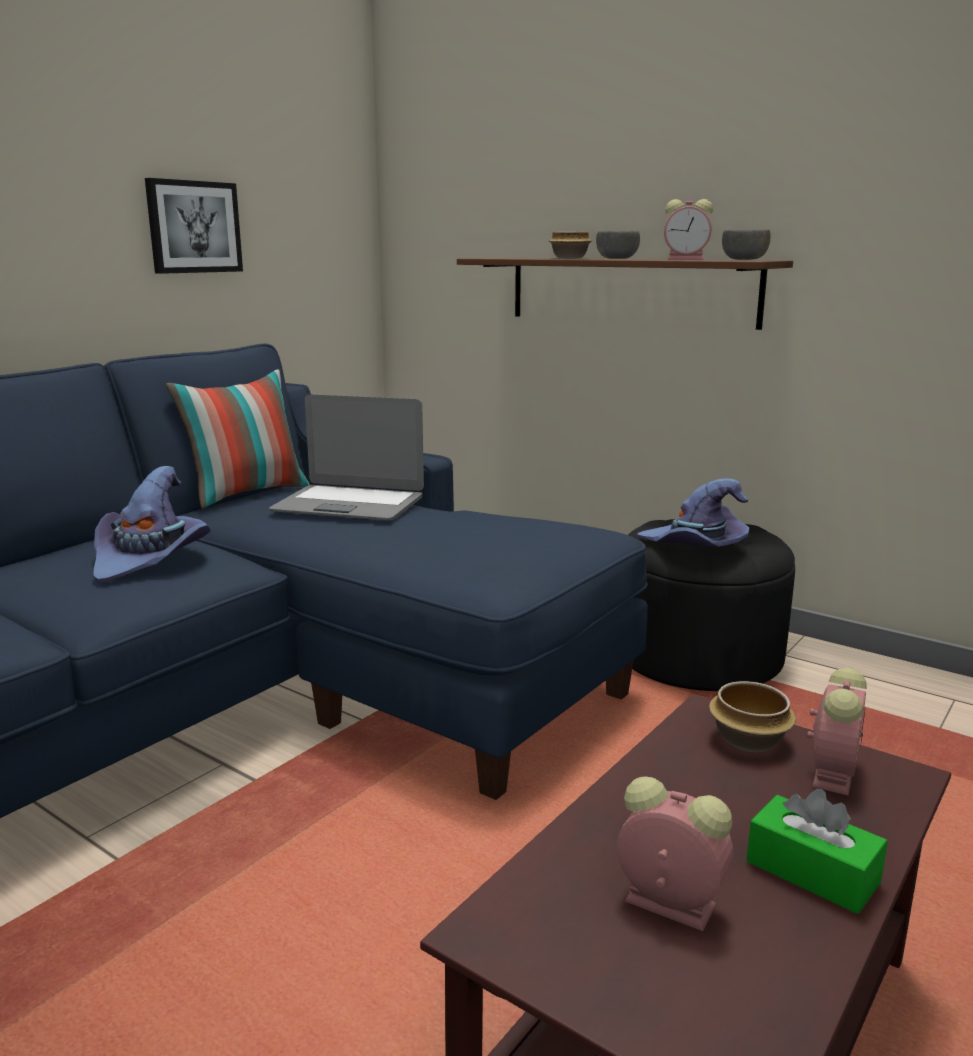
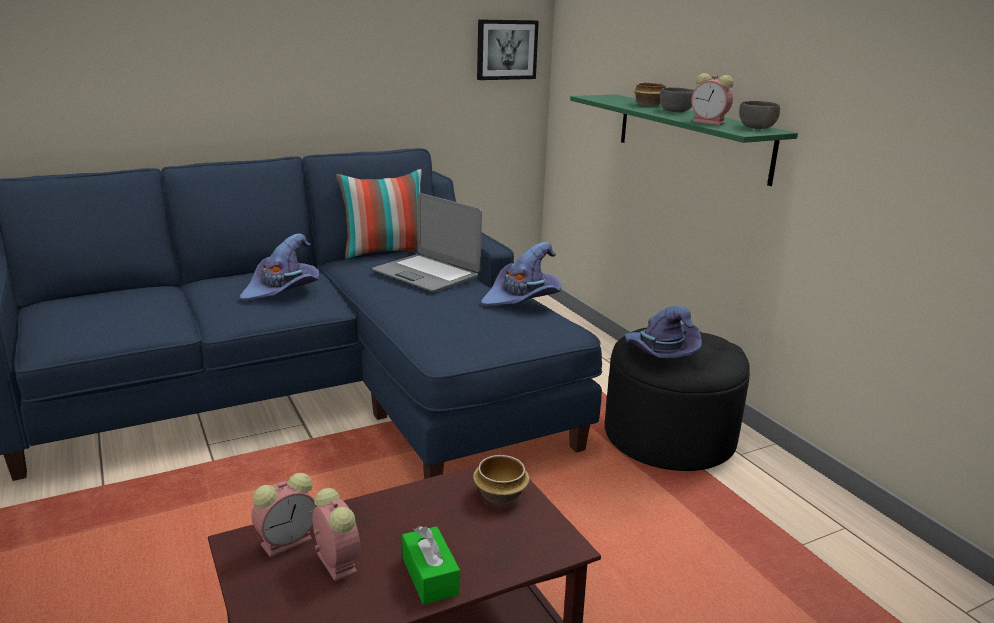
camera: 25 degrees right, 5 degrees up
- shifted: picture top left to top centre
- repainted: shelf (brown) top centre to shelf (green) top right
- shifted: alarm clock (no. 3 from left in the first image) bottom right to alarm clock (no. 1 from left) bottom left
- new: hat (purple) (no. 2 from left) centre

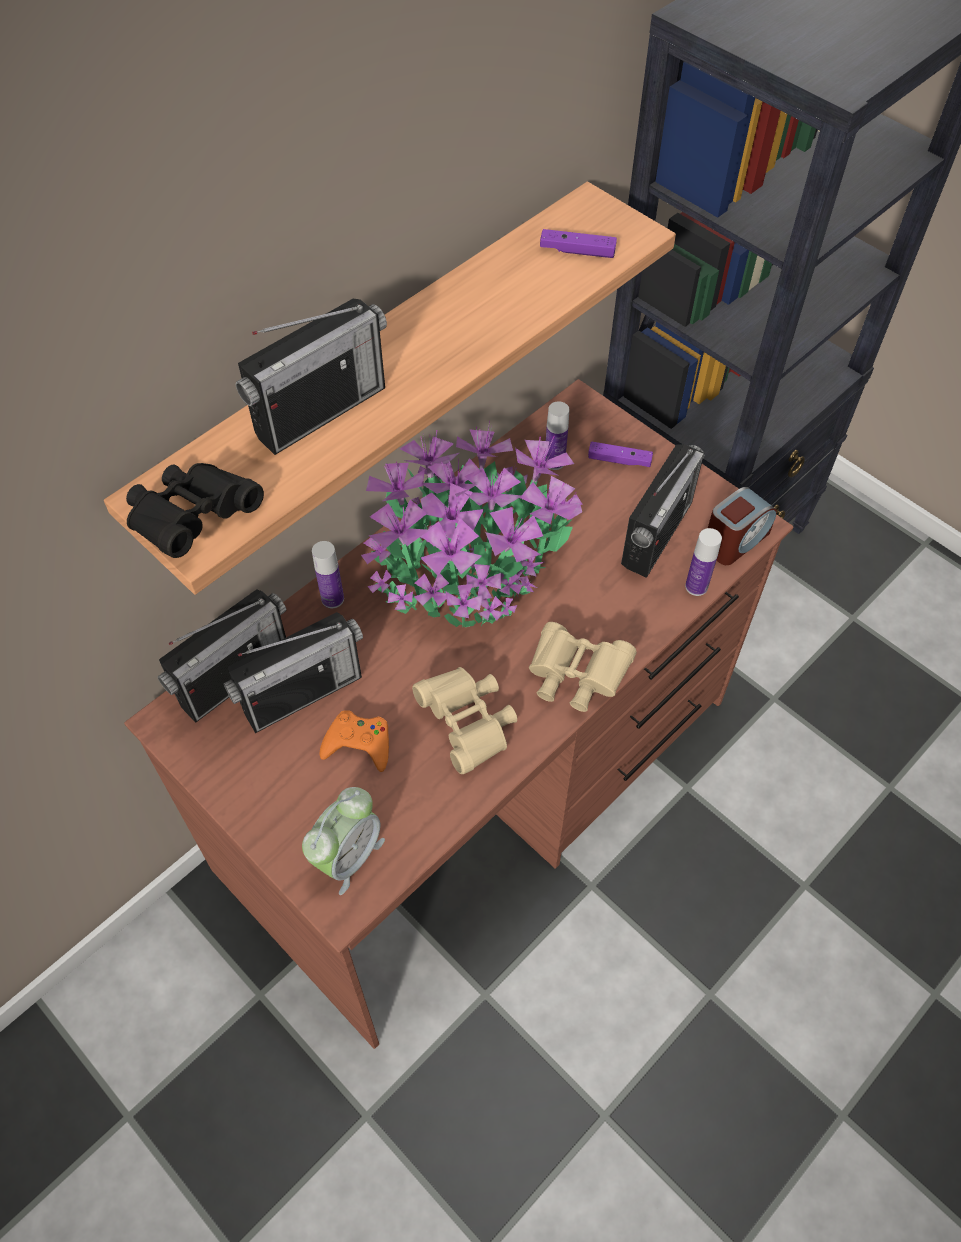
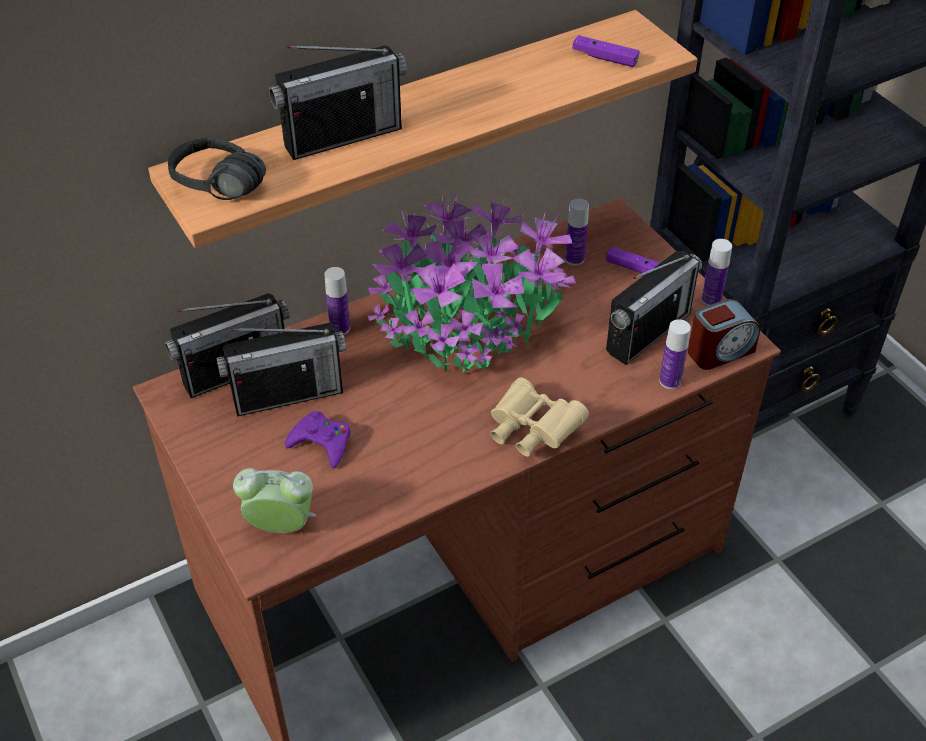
camera: 15 degrees right, 10 degrees down
- swapped: binoculars (black) middle left to headphones (black) top left
- gone: binoculars (beige) (no. 1 from left) centre
- repainted: game controller (orange) centre to game controller (purple) (no. 1 from left) centre
- rotated: alarm clock (no. 1 from left) bottom centre = bottom left 135 degrees counterclockwise
- new: bottle (no. 4 from left) middle right

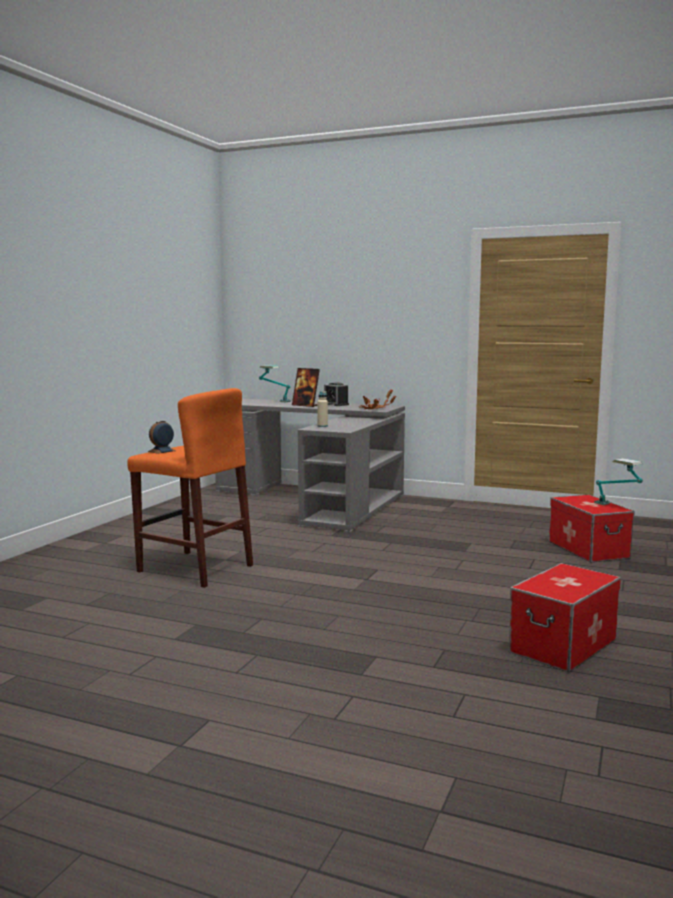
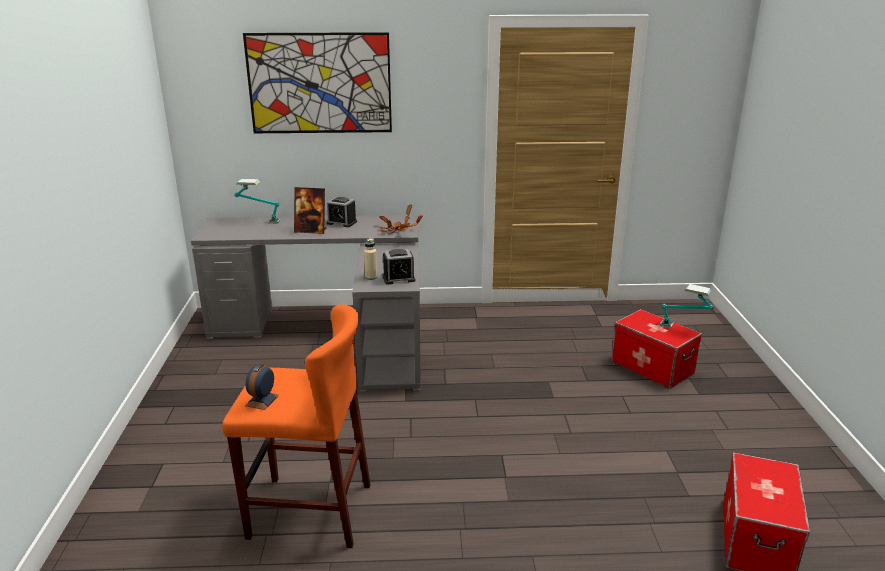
camera: 25 degrees left, 15 degrees up
- new: picture top centre
- new: alarm clock (no. 3 from left) centre

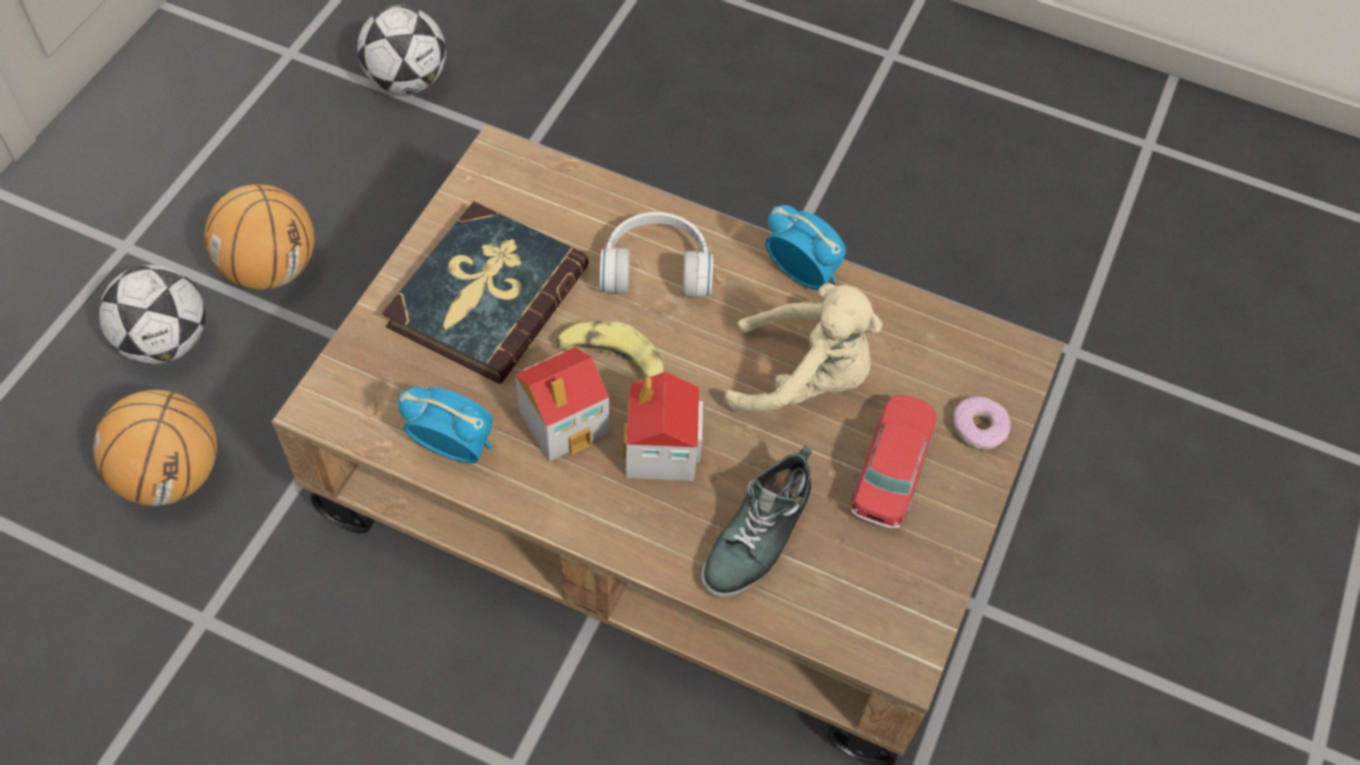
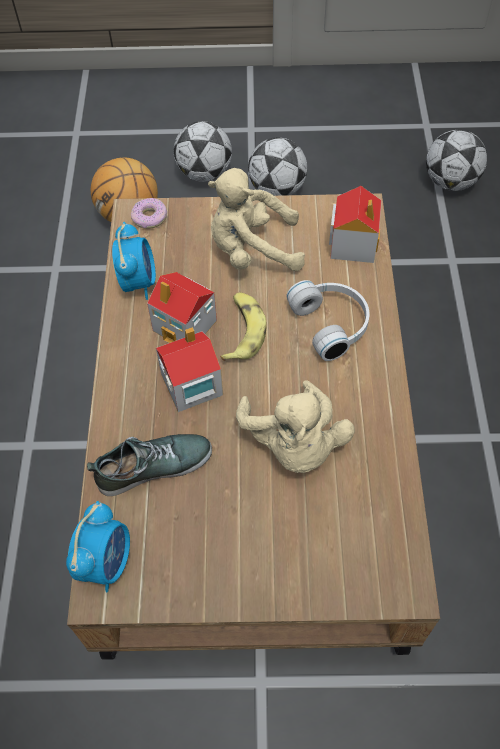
camera: 70 degrees right, 0 degrees up
- swapped: basketball (no. 2 from left) top left to football (no. 2 from left) top centre
- swapped: book centre to plush toy (beige) (no. 1 from left) top centre
- shifted: alarm clock (no. 2 from left in the first image) top centre to alarm clock (no. 1 from left) bottom left
- gone: toy car centre
- shifted: donut middle right to top left
- rotated: shoe bottom centre = middle left 150 degrees clockwise
- new: toy house (no. 3 from left) top right

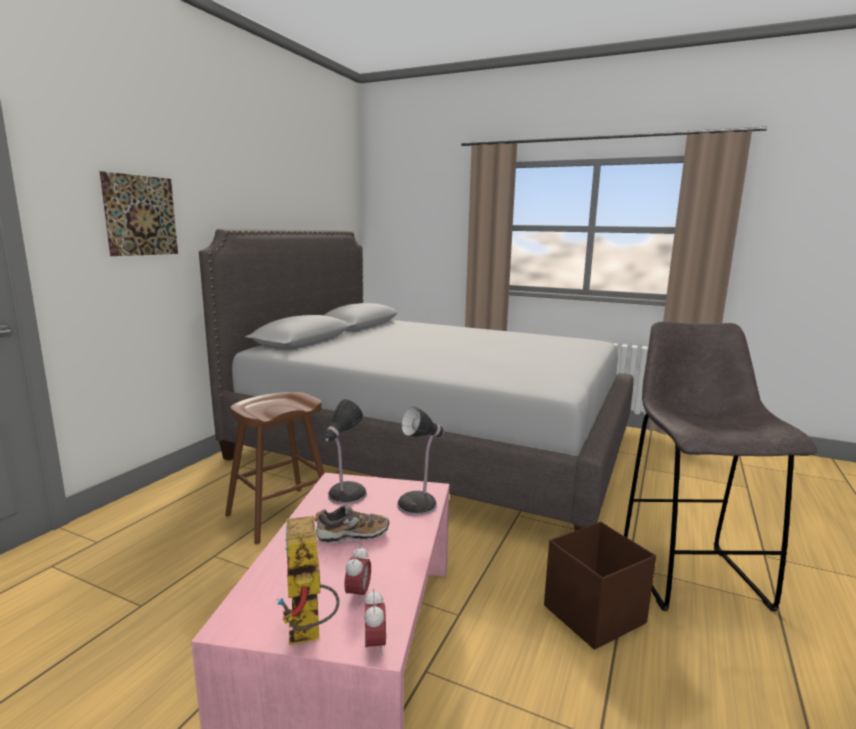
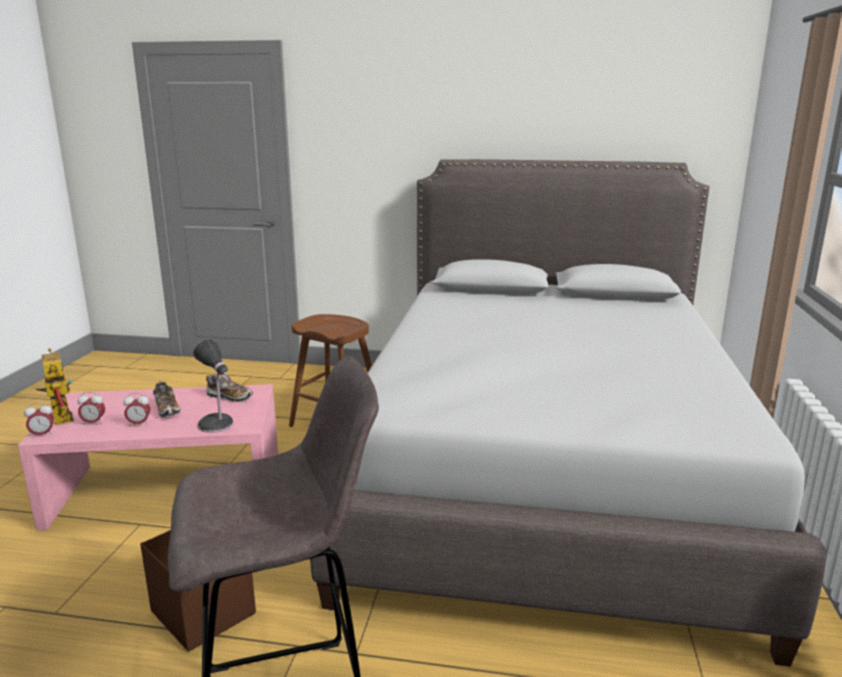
camera: 75 degrees right, 5 degrees up
- gone: picture top left
- swapped: table lamp (no. 1 from left) centre to shoe (no. 2 from left) middle left
- rotated: toy robot bottom centre = middle left 90 degrees clockwise
- new: alarm clock (no. 3 from left) middle left

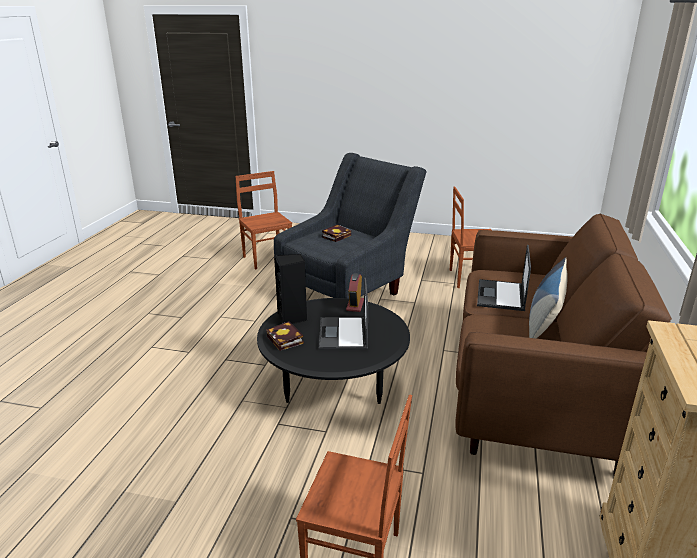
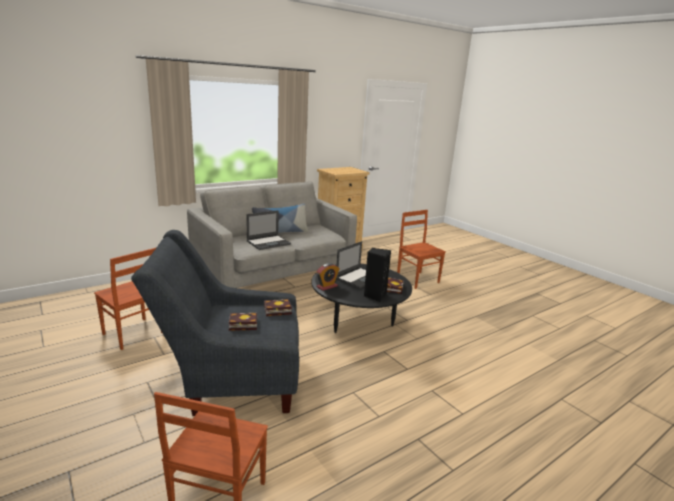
camera: 140 degrees left, 5 degrees down
- repainted: sofa (brown) middle right to sofa (grey) centre
- new: book (no. 2 from left) centre

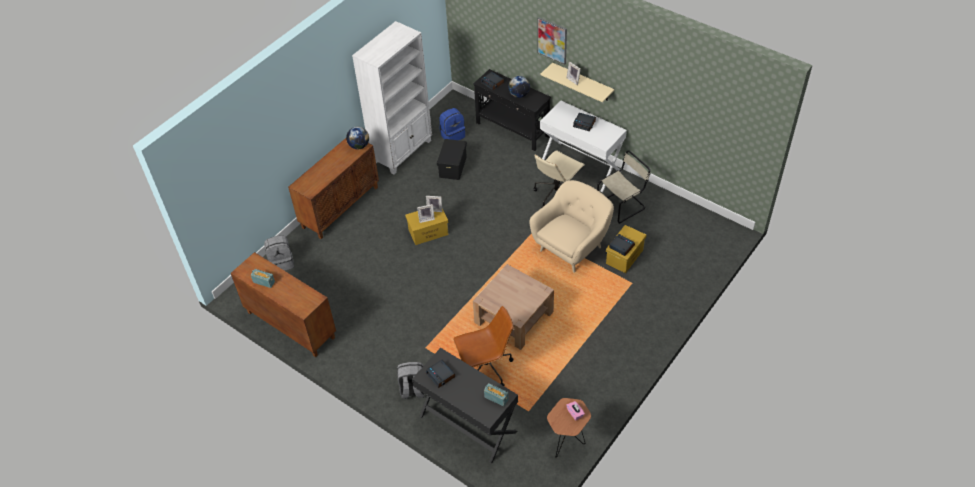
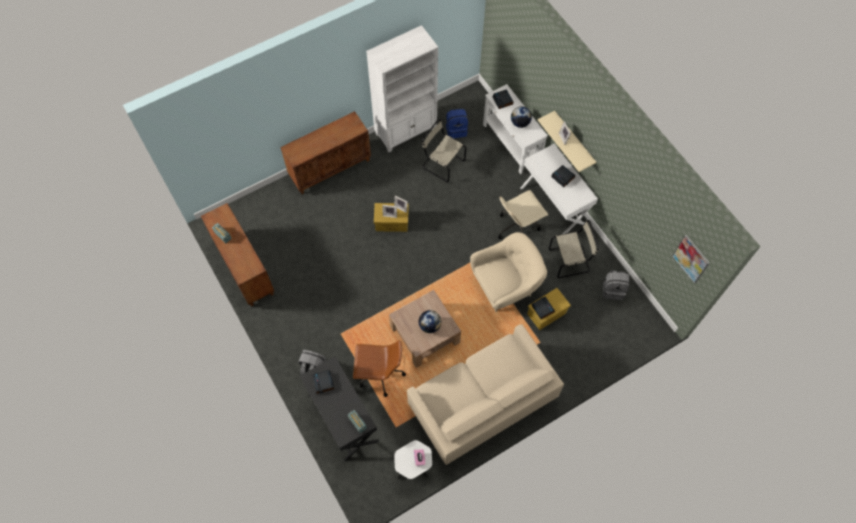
camera: 20 degrees right, 15 degrees up
- shifted: picture top centre to middle right
- repainted: console table (black) top centre to console table (white) top centre
- shifted: globe (no. 1 from left) top centre to centre
- swapped: storage box (black) top centre to chair (beige) (no. 1 from left) top centre
- shifted: backpack (grey) (no. 1 from left in the first image) middle left to backpack (grey) (no. 2 from left) middle right
- repainted: side table (brown) bottom centre to side table (white) bottom centre
- new: sofa (beige) bottom centre

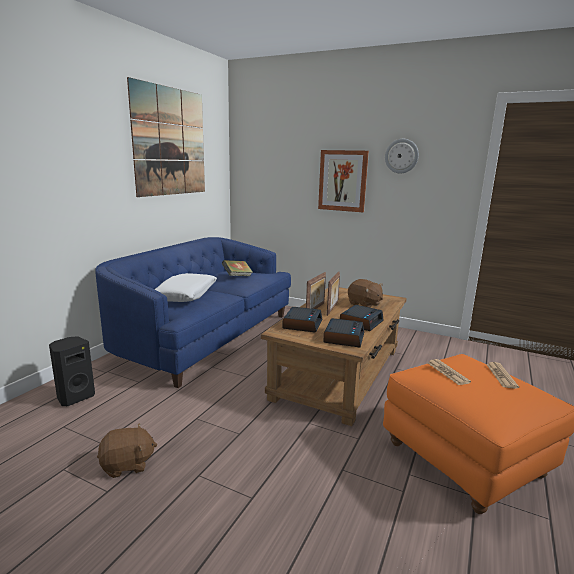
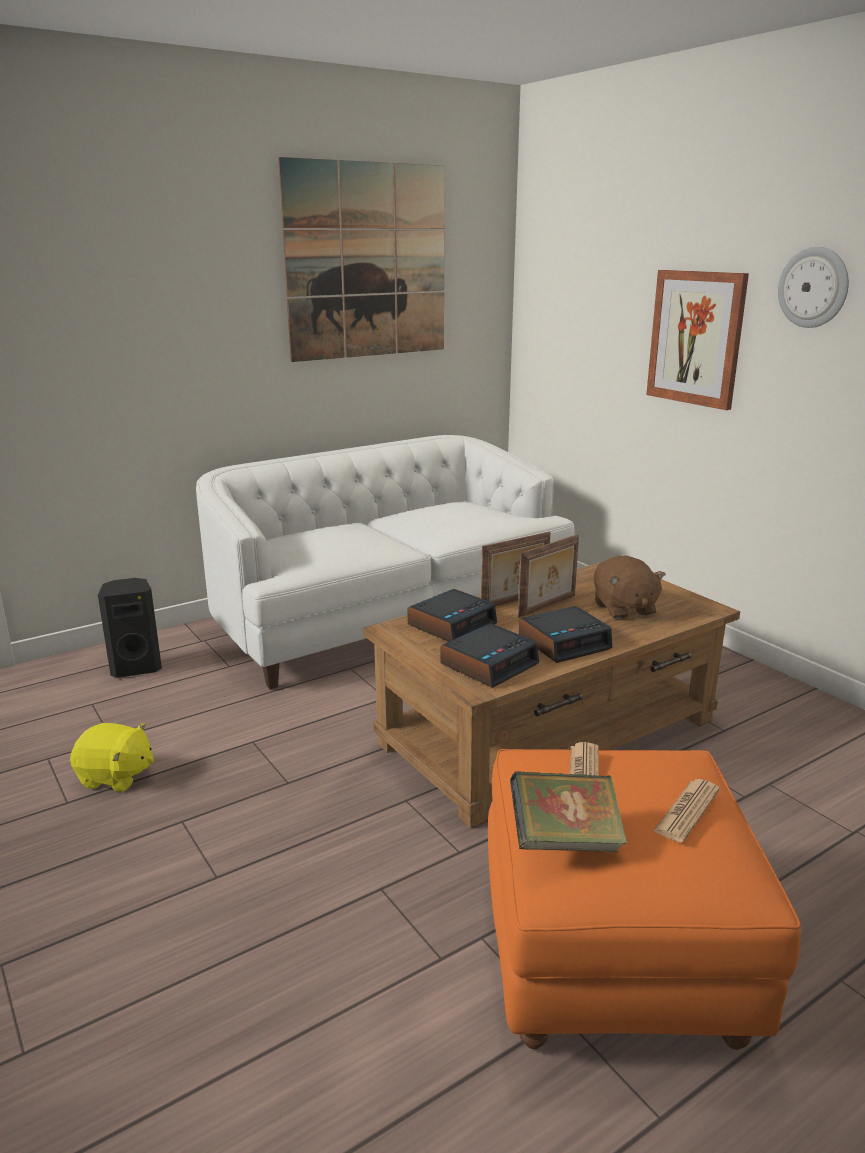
camera: 30 degrees right, 5 degrees up
- repainted: sofa (blue) centre to sofa (white) centre
- shifted: book centre to bottom centre
- gone: pillow (white) middle left
- repainted: plush toy (brown) (no. 1 from left) bottom left to plush toy (yellow) middle left

